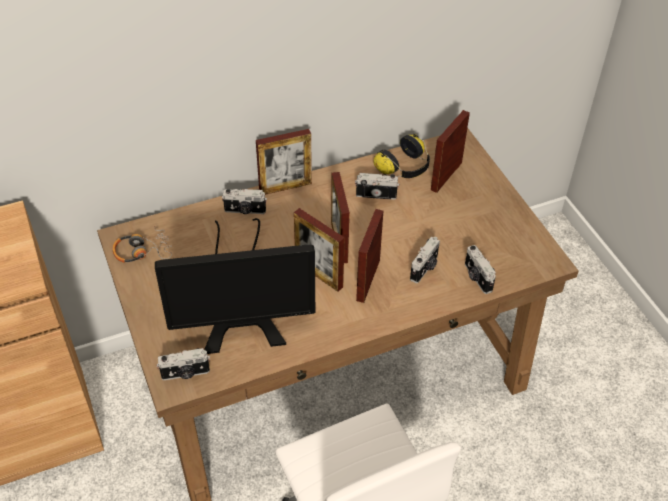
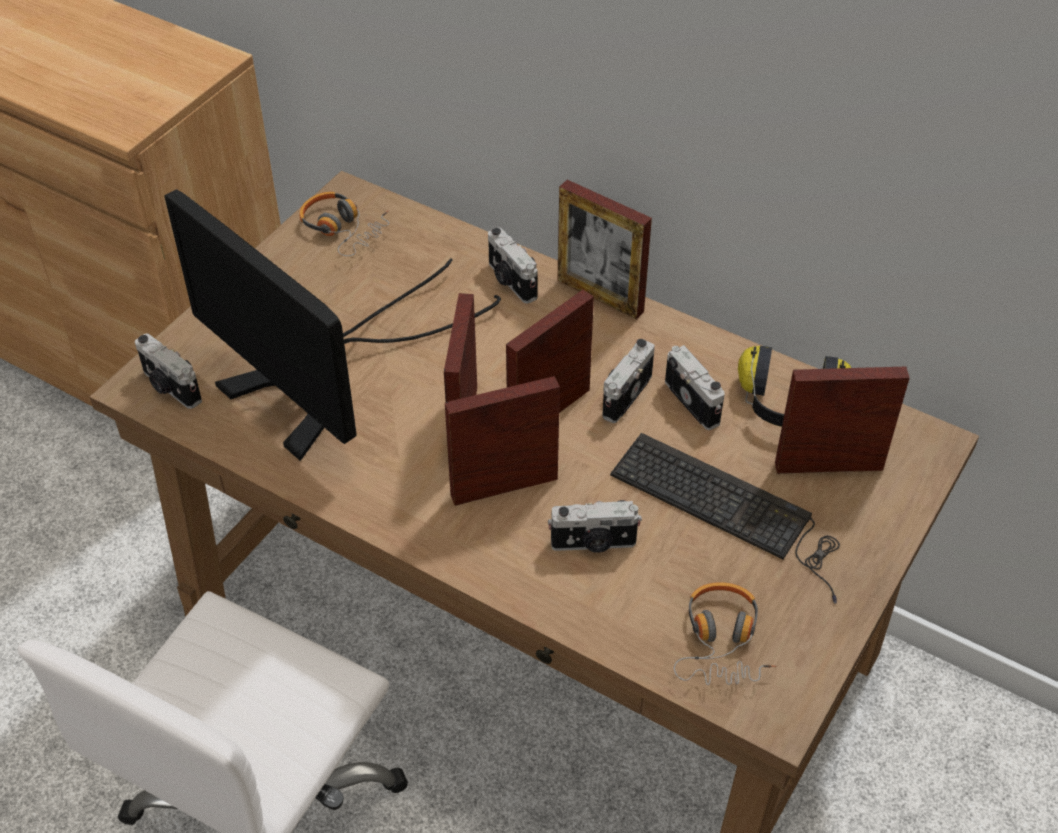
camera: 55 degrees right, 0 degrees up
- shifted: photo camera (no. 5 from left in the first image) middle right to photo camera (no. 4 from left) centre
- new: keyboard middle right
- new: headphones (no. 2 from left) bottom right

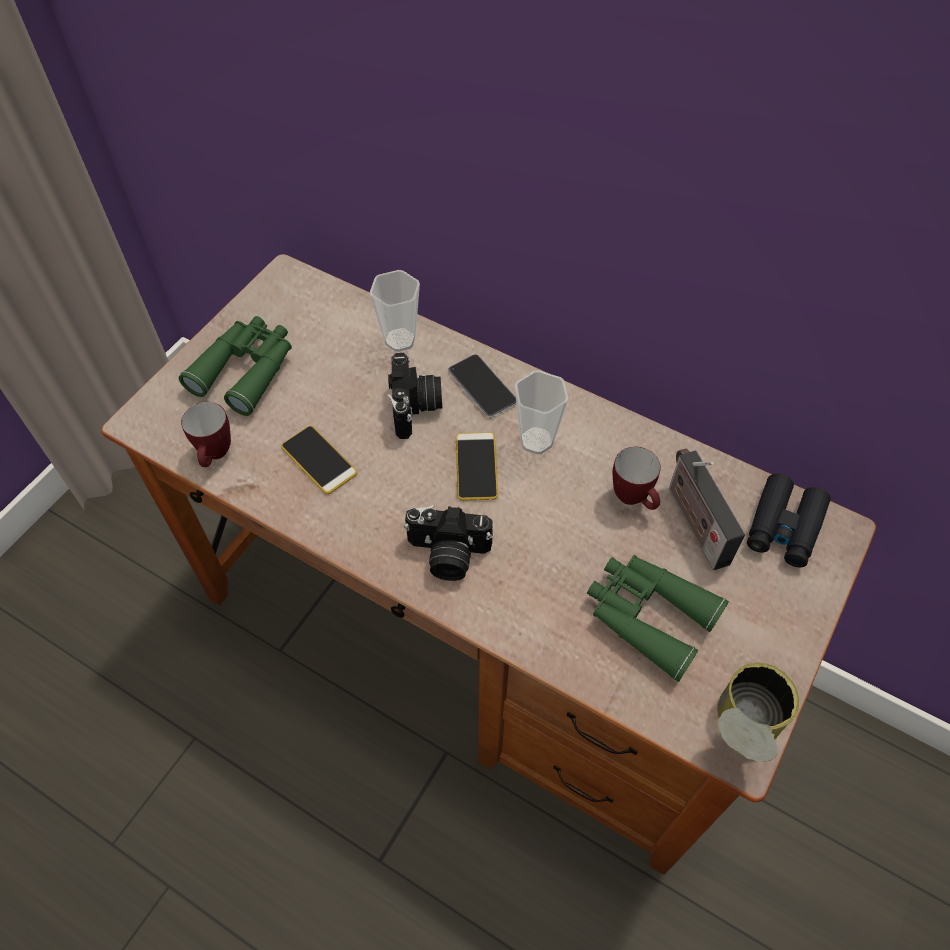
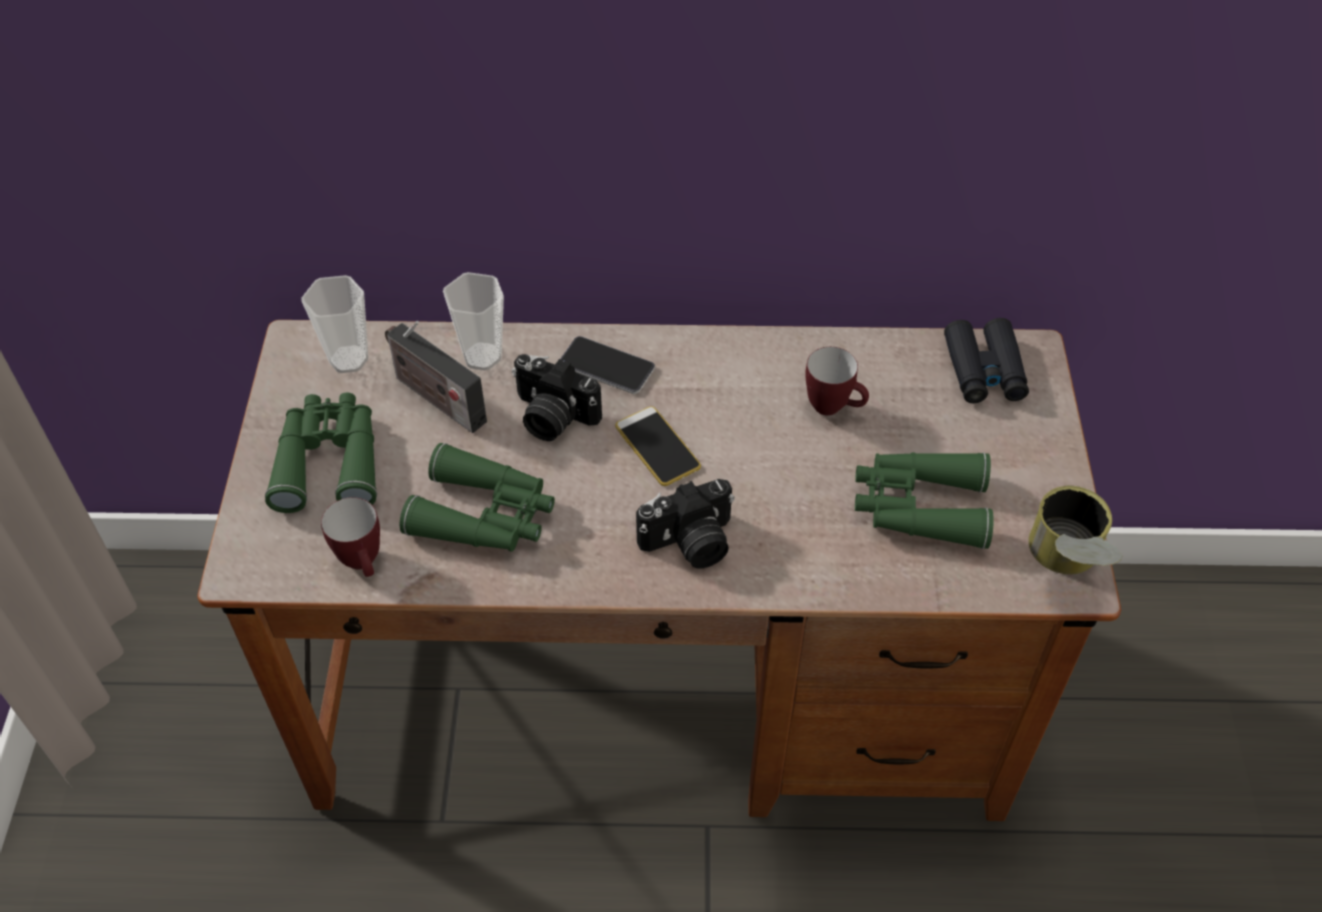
camera: 30 degrees left, 5 degrees down
- rotated: photo camera (no. 1 from left) centre = centre 150 degrees clockwise
- shifted: cup (no. 2 from left in the first image) centre to cup (no. 1 from left) middle left
- swapped: phone (no. 1 from left) centre to binoculars (green) (no. 2 from left) centre
- shifted: radio middle right to middle left

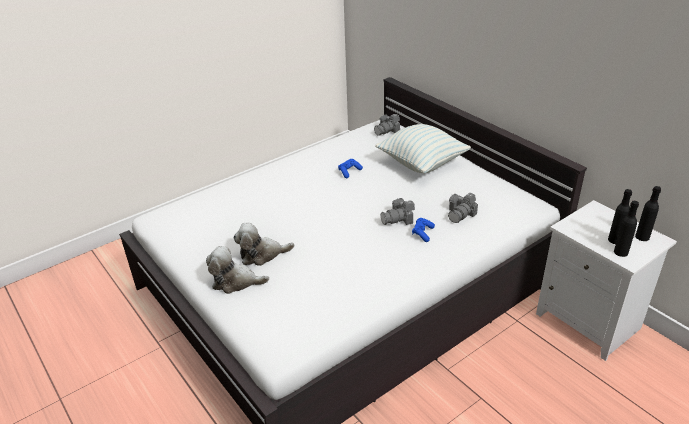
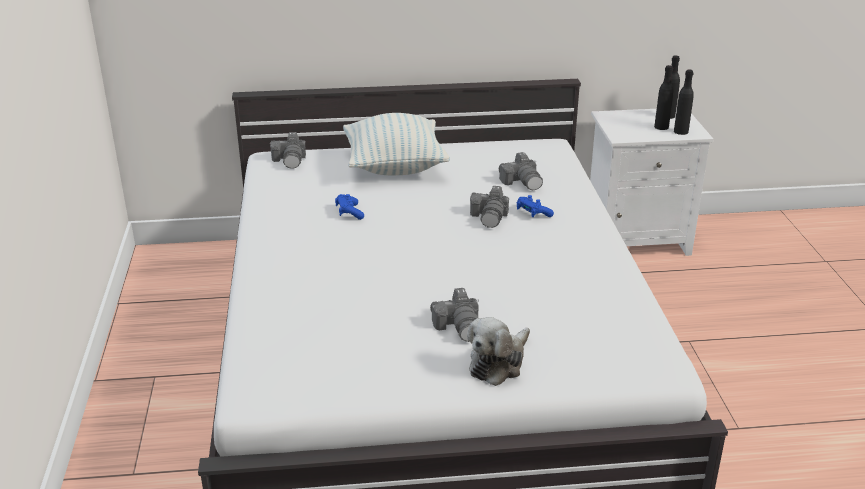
camera: 60 degrees left, 5 degrees down
- swapped: plush toy (no. 2 from left) centre to photo camera (no. 2 from left) centre

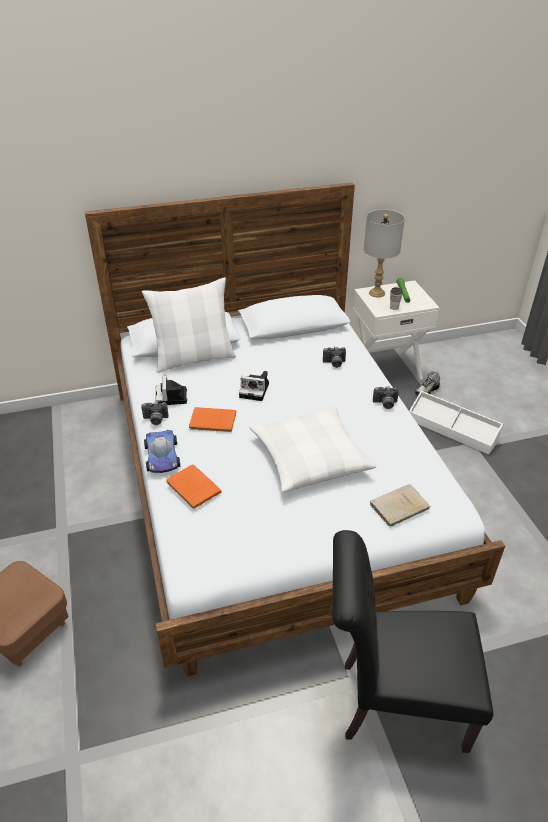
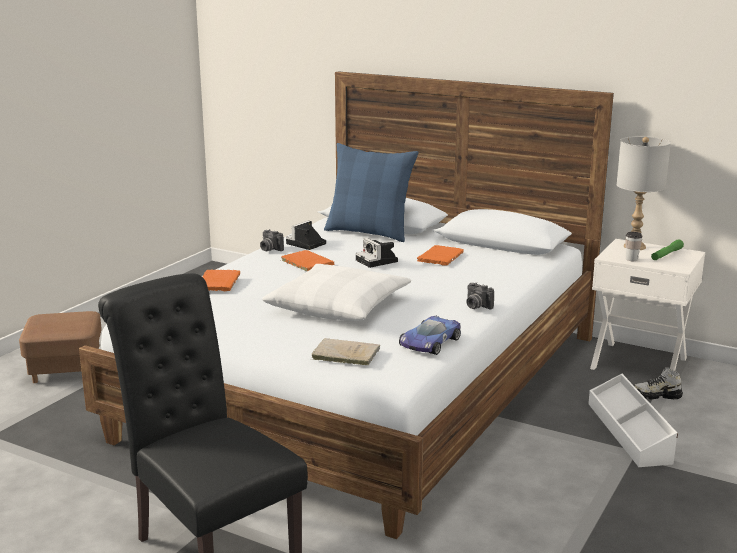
camera: 45 degrees right, 20 degrees down
- repainted: pillow (white) (no. 1 from left) centre to pillow (blue) centre
- gone: photo camera (no. 4 from left) centre
- shifted: toy car middle left to centre
- new: book (orange) (no. 3 from left) centre

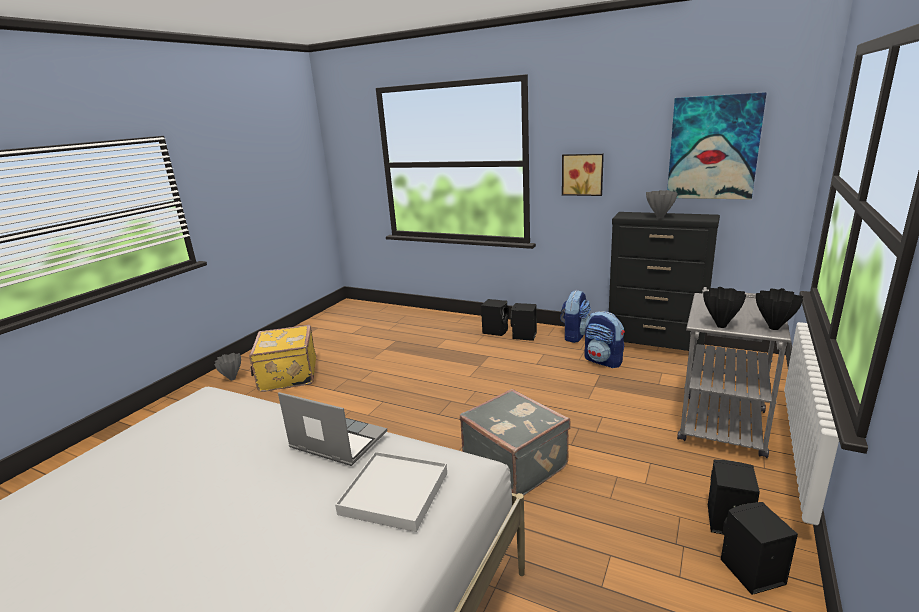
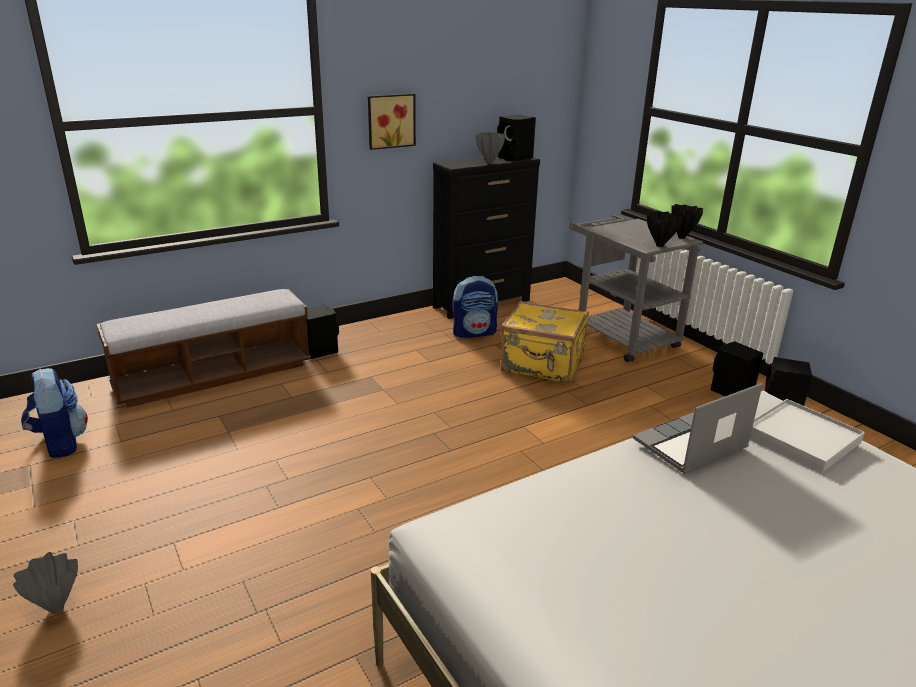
camera: 60 degrees left, 5 degrees up
- gone: picture (no. 2 from left) top right
- shifted: backpack (no. 1 from left) centre to middle left
- shifted: speaker (black) (no. 2 from left) centre to top centre
- shifted: suitcase (yellow) middle left to centre
- gone: suitcase (grey) bottom centre
- new: bench middle left

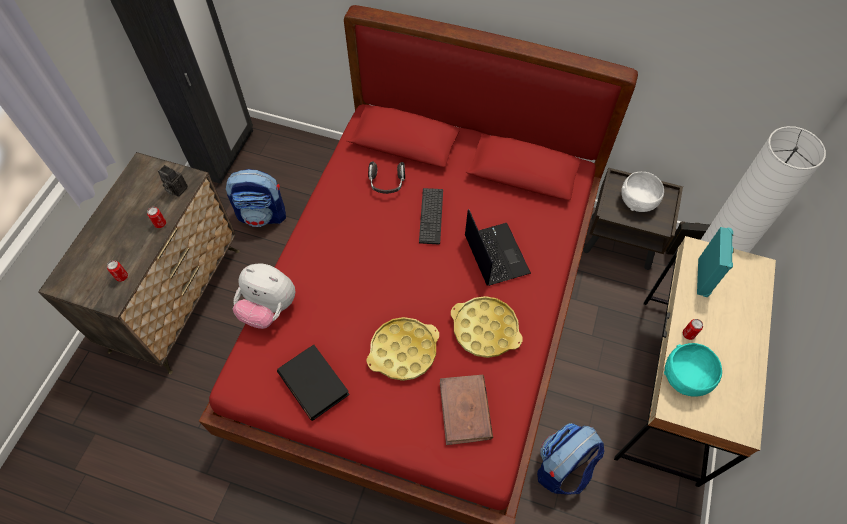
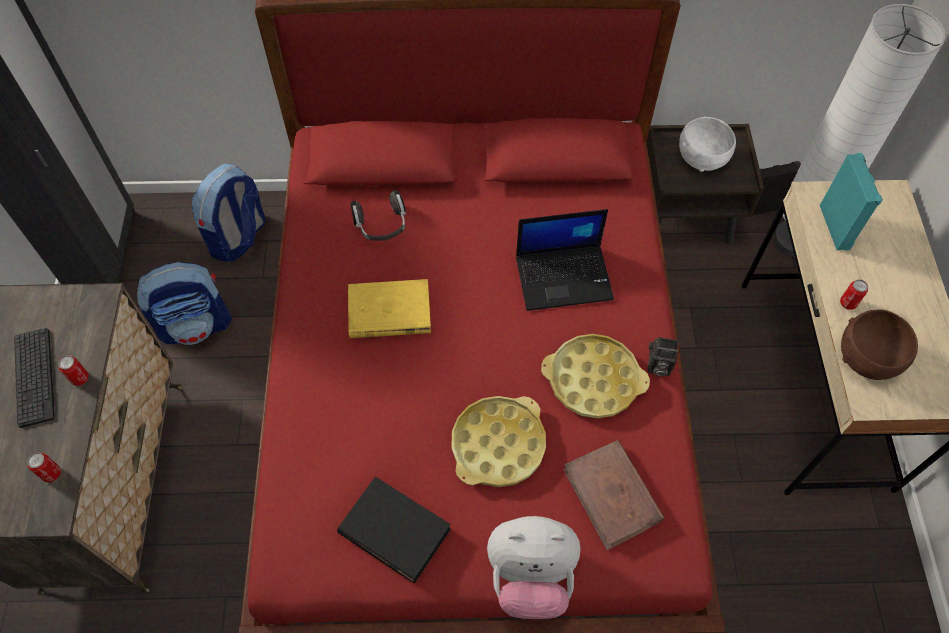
camera: 20 degrees left, 0 degrees up
- shifted: photo camera middle left to middle right
- shifted: keyboard centre to middle left
- rotated: laptop centre = centre 120 degrees clockwise
- shifted: plush toy middle left to bottom centre
- repainted: bowl (turquoise) bottom right to bowl (brown) middle right
- shifted: backpack (no. 2 from left) bottom right to middle left
- new: book (yellow) centre

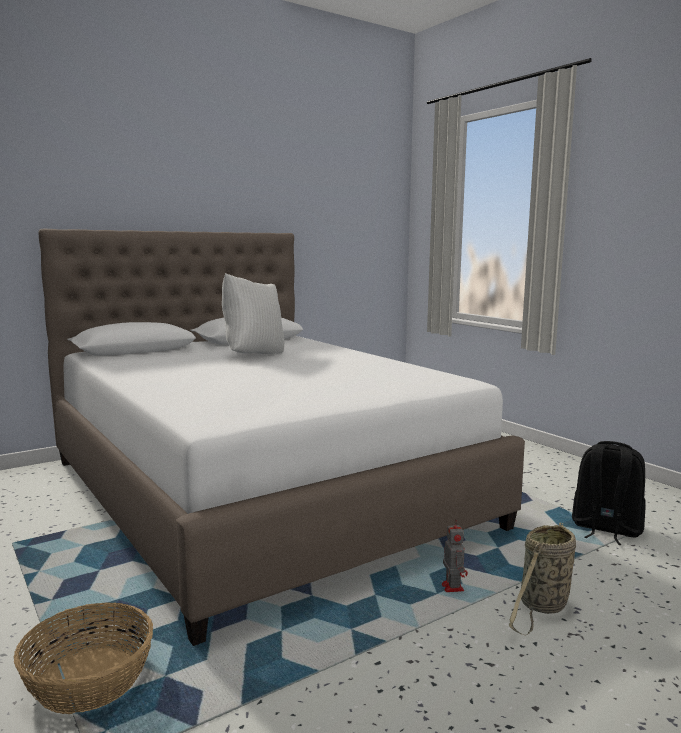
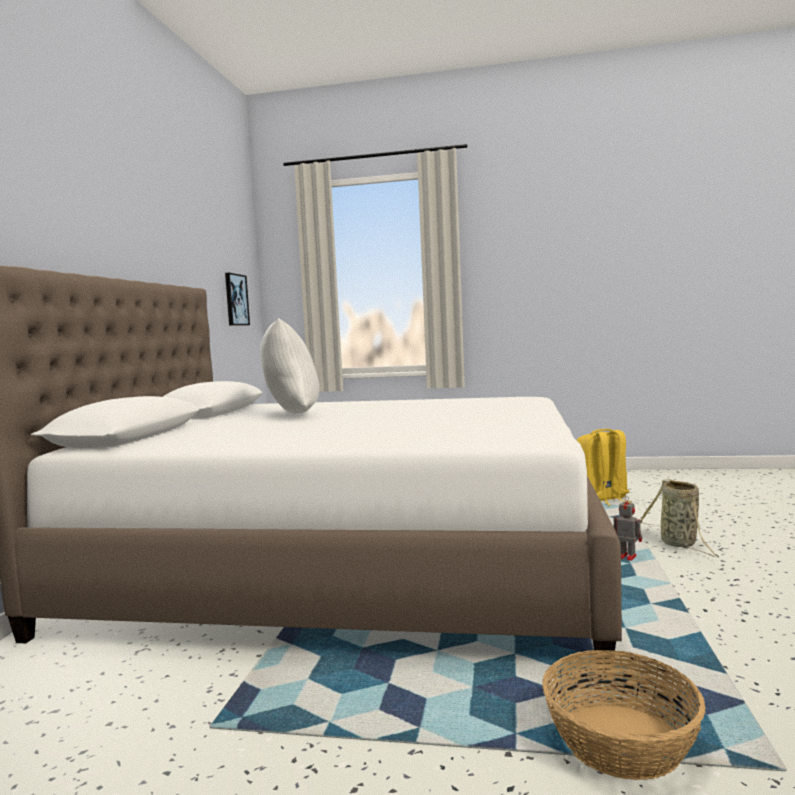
camera: 45 degrees left, 5 degrees down
- repainted: backpack (black) bottom right to backpack (yellow) middle right
- new: picture middle left

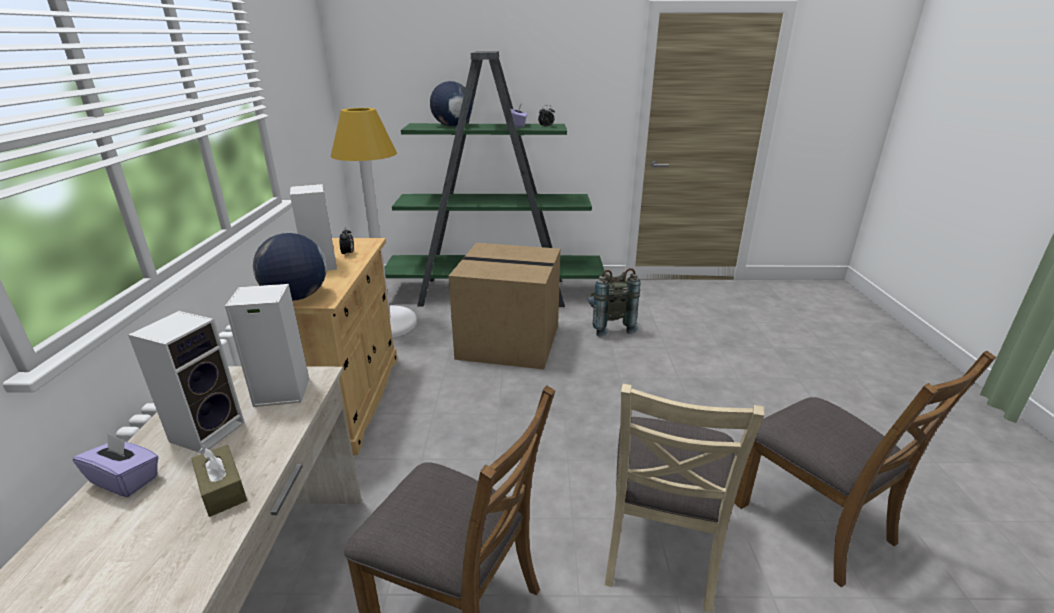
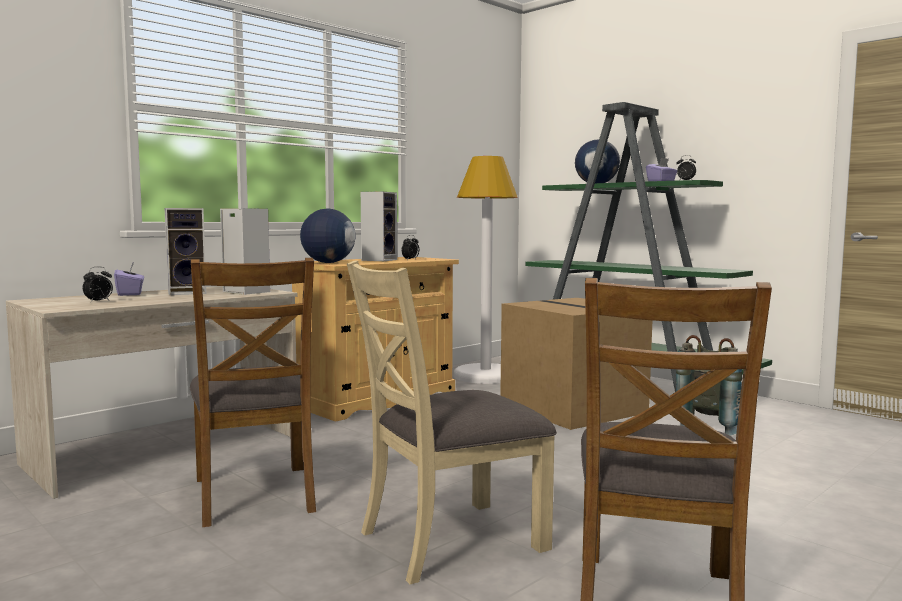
camera: 45 degrees right, 20 degrees down
- gone: tissue box (brown) bottom left
- new: alarm clock (no. 1 from left) middle left

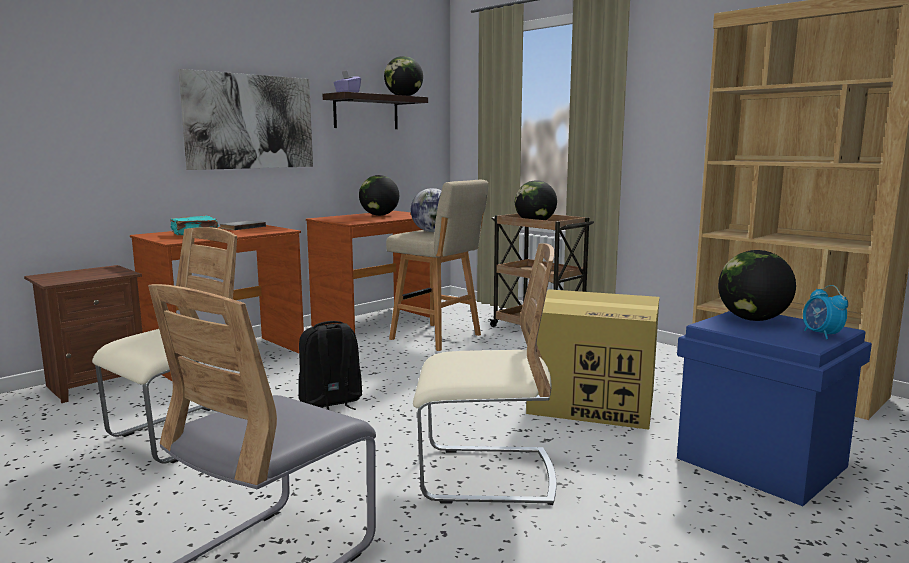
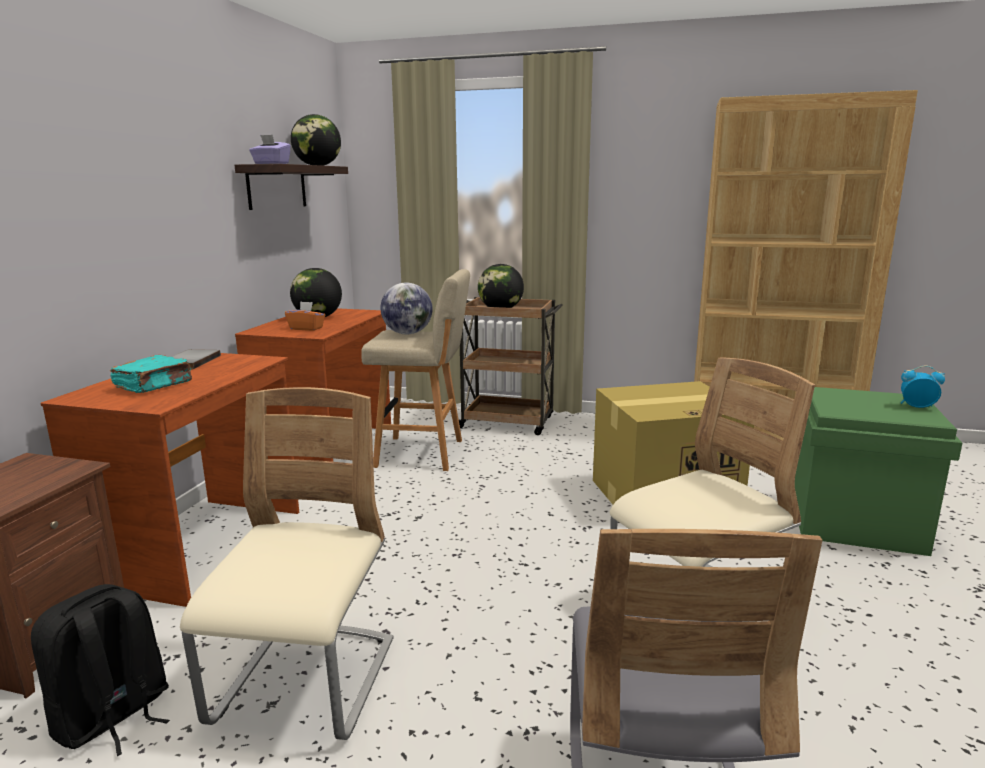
camera: 30 degrees left, 5 degrees up
- gone: picture top left
- gone: globe (no. 5 from left) middle right
- rotated: alarm clock middle right = middle right 150 degrees clockwise
- repainted: storage box (blue) bottom right to storage box (green) middle right
- shifted: backpack (black) centre to bottom left
- new: tissue box (orange) middle left

